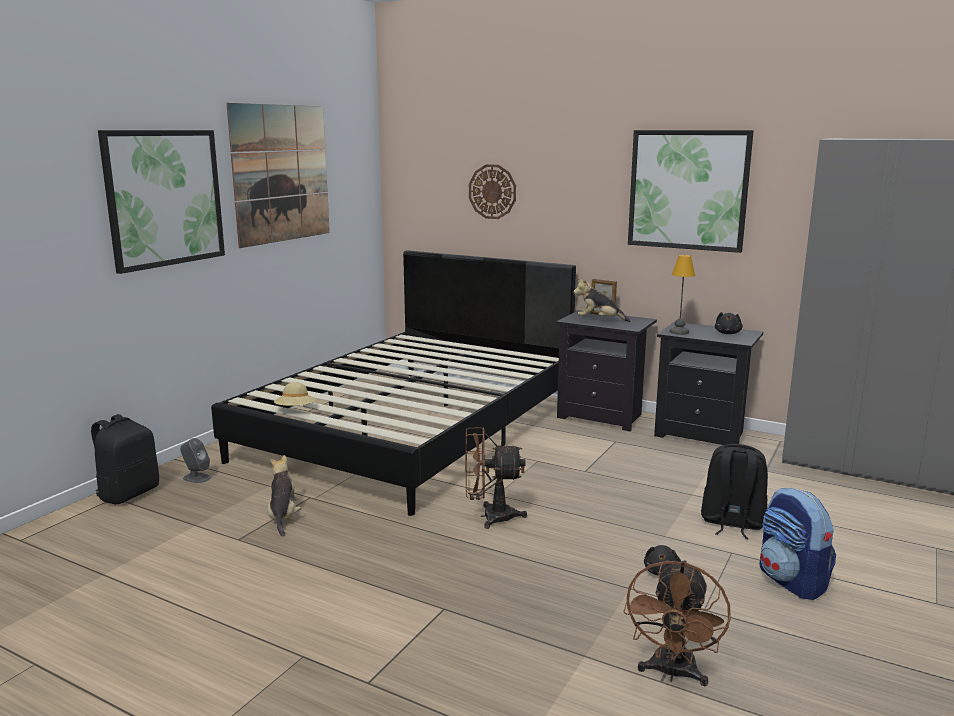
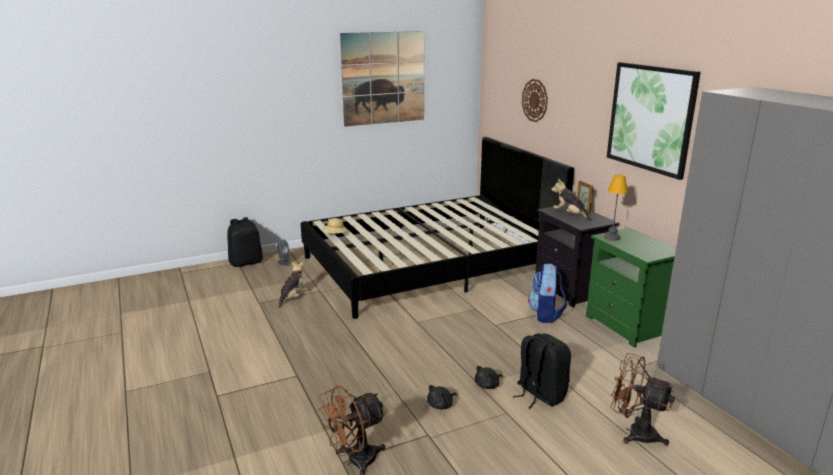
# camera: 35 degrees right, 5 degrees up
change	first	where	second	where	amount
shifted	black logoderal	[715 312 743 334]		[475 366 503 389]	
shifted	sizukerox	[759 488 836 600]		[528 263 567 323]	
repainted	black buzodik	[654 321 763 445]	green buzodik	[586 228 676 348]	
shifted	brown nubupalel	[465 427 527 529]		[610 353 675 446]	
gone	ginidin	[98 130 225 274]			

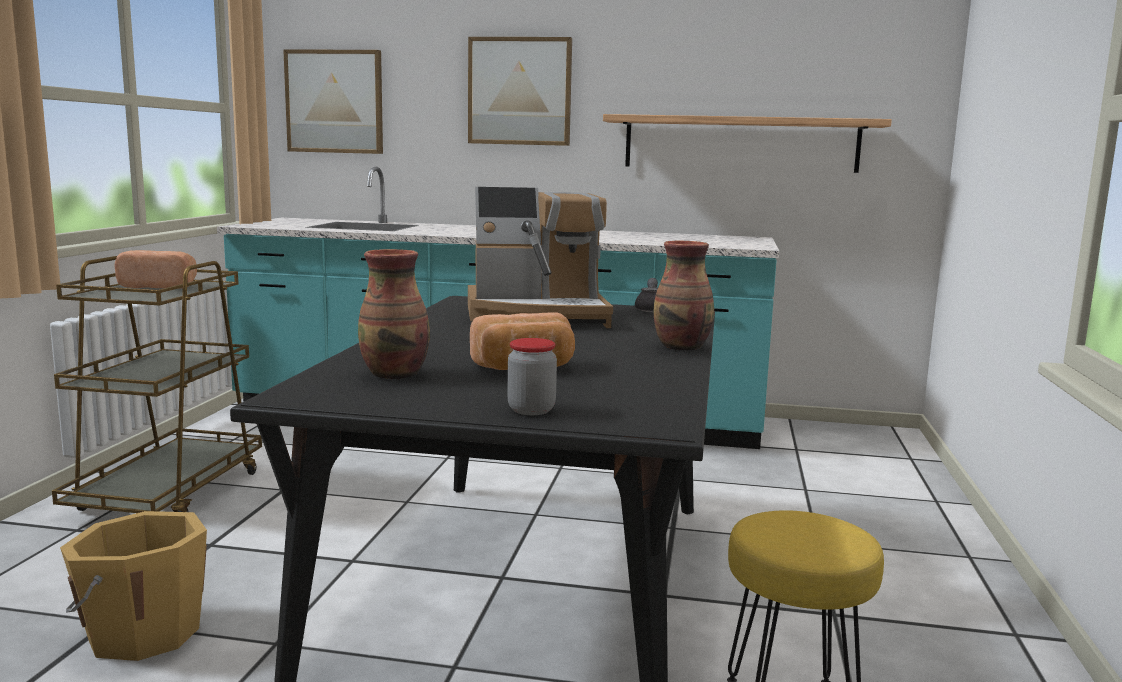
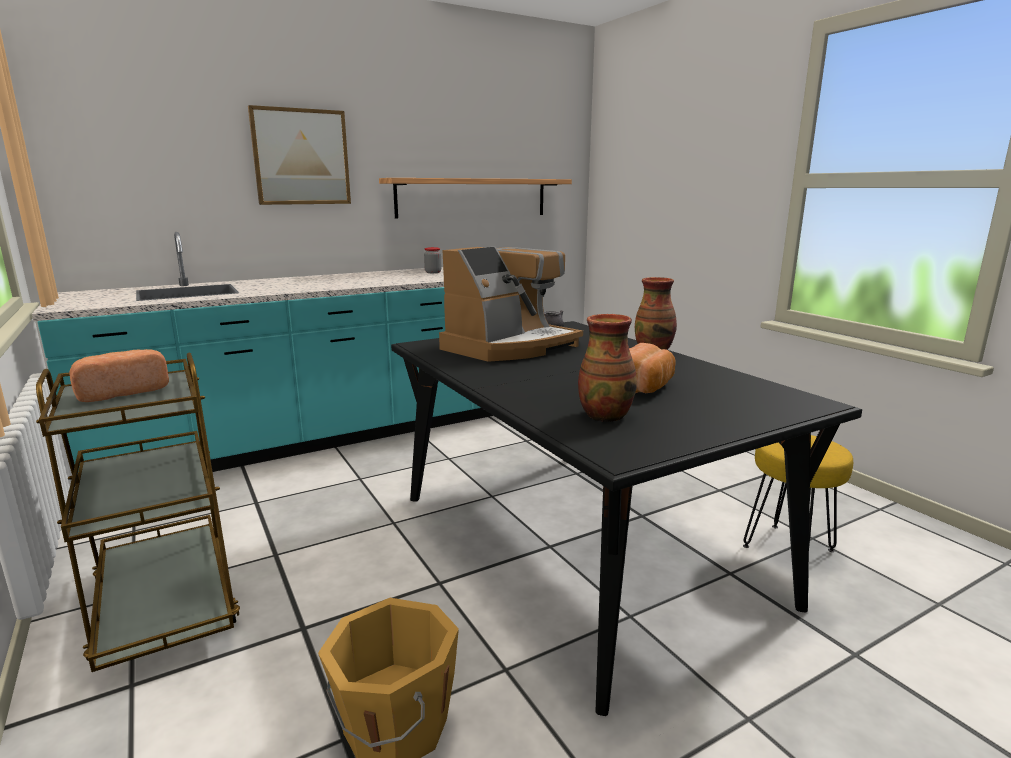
# camera: 40 degrees left, 5 degrees up
change	first	where	second	where	amount
shifted	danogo	[507 338 557 415]		[424 247 441 273]	
gone	ginidin	[283 49 383 154]			

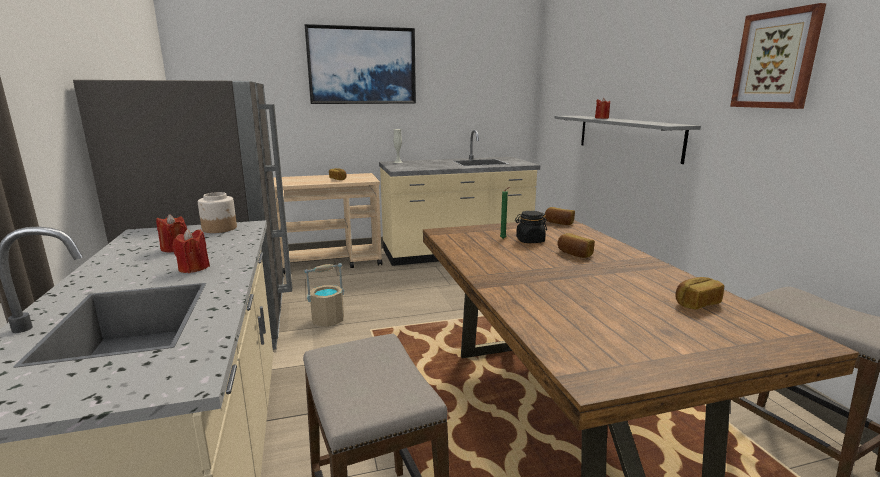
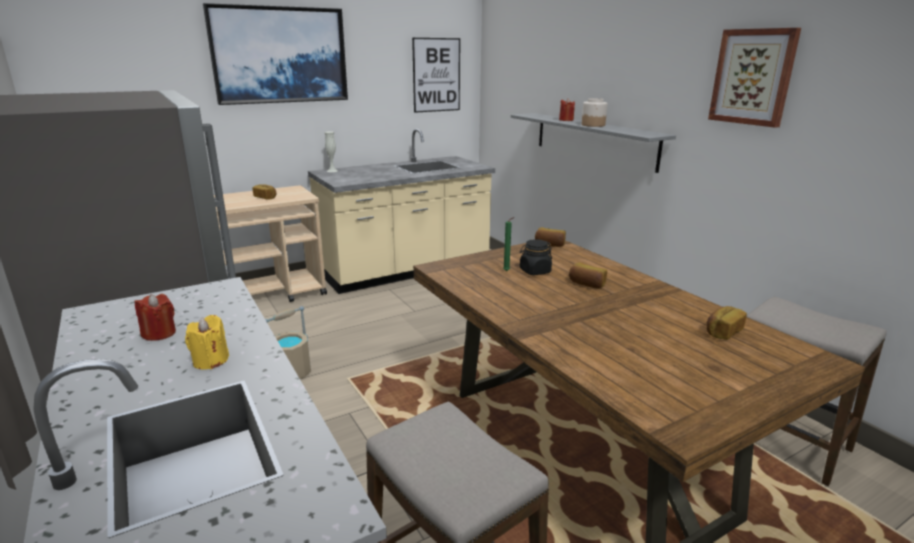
# camera: 15 degrees left, 5 degrees up
change	first	where	second	where	amount
repainted	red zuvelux	[173 229 210 273]	yellow zuvelux	[185 315 229 369]	
new			ginidin	[412 38 460 113]	
shifted	danogo	[198 192 237 233]		[582 98 607 127]	

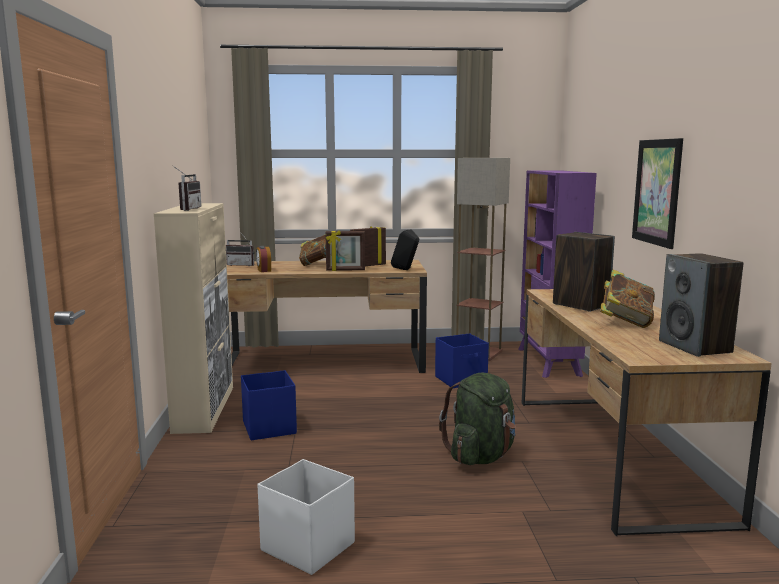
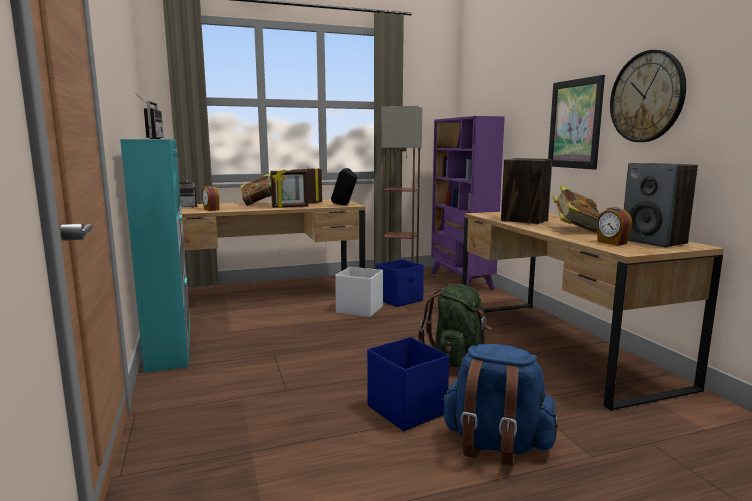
# camera: 15 degrees left, 0 degrees up
change	first	where	second	where	amount
repainted	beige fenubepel	[154 203 233 434]	turquoise fenubepel	[120 139 190 373]	
shifted	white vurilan	[257 459 355 575]		[335 267 383 317]	
shifted	blue vurilan	[241 370 297 440]		[367 337 449 431]	
new			blue sizukerox	[442 344 558 466]	
new			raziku	[596 207 632 246]	
new			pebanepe	[610 50 686 142]	

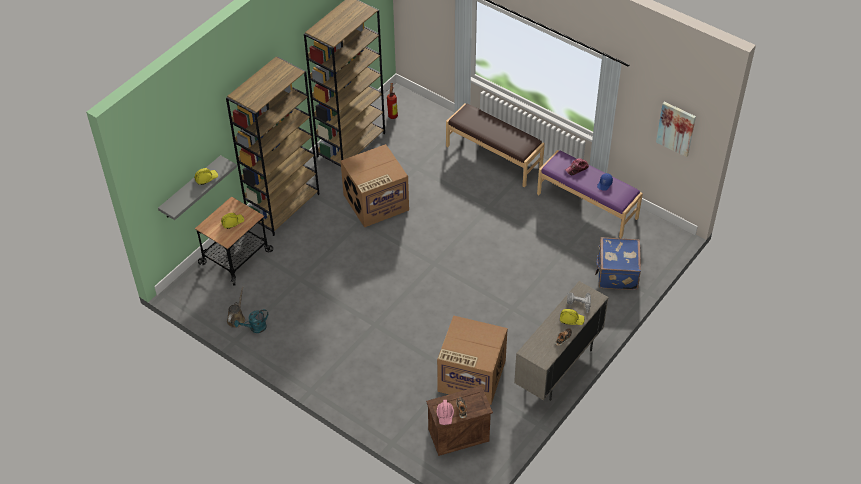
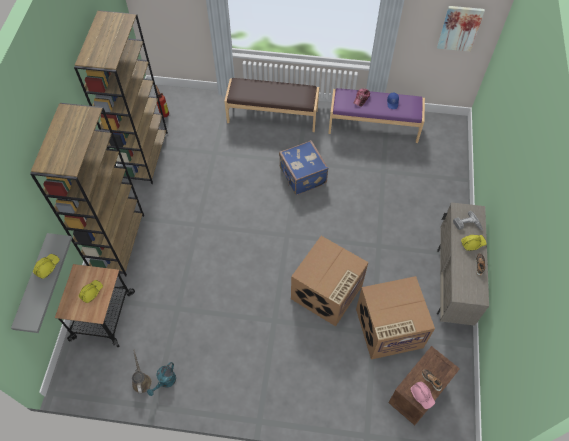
# camera: 30 degrees left, 10 degrees up
change	first	where	second	where	amount
shifted	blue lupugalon	[595 237 641 290]		[279 140 328 195]	
shifted	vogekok	[341 144 409 228]		[291 236 368 326]	

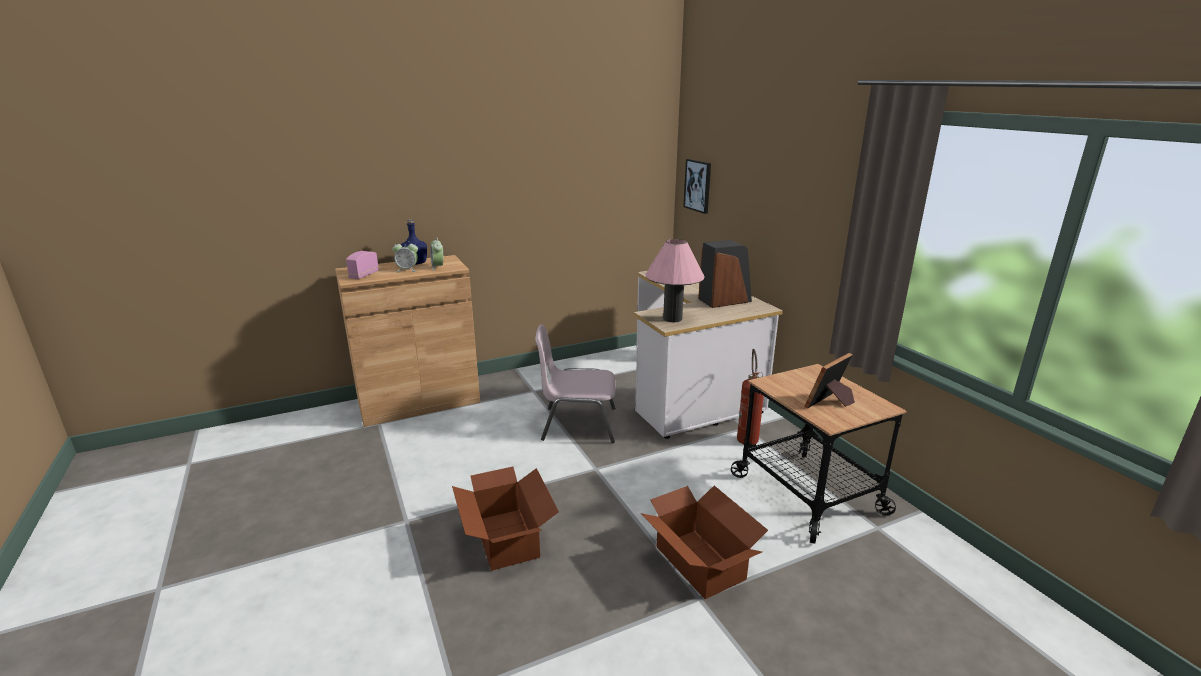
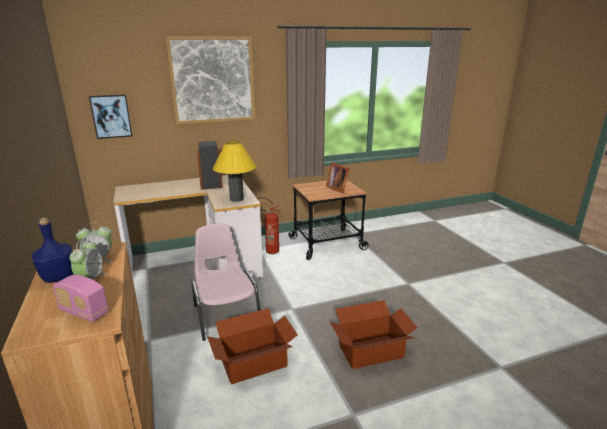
# camera: 85 degrees left, 0 degrees up
change	first	where	second	where	amount
new			ginidin	[165 36 255 125]	
rotated	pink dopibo	[535 324 615 443]		[192 223 261 341]	150 degrees clockwise
shifted	vogekok	[641 485 768 599]		[207 308 298 384]	
repainted	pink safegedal	[645 239 705 322]	yellow safegedal	[213 141 256 202]	

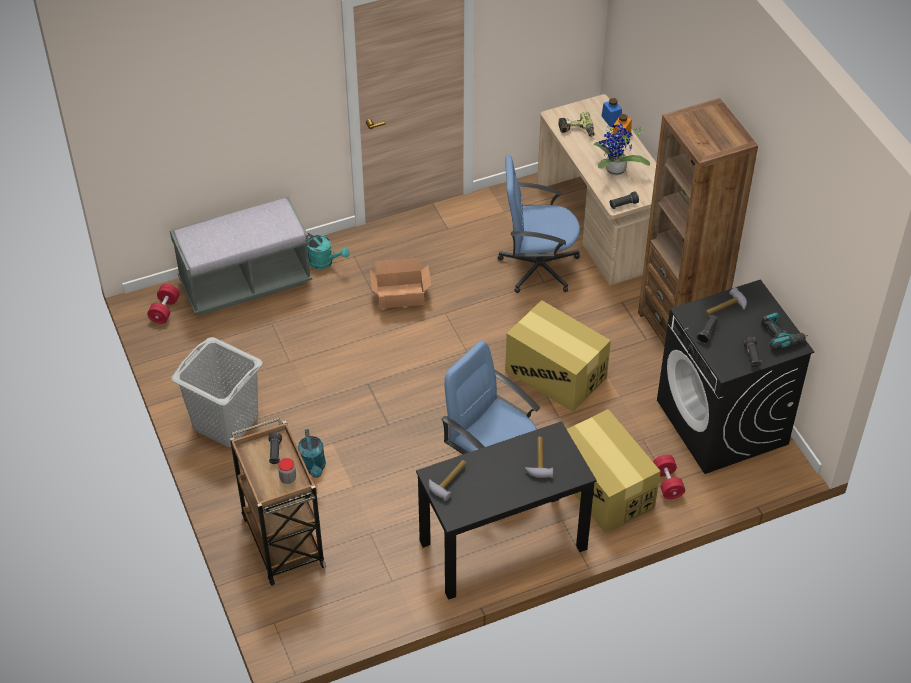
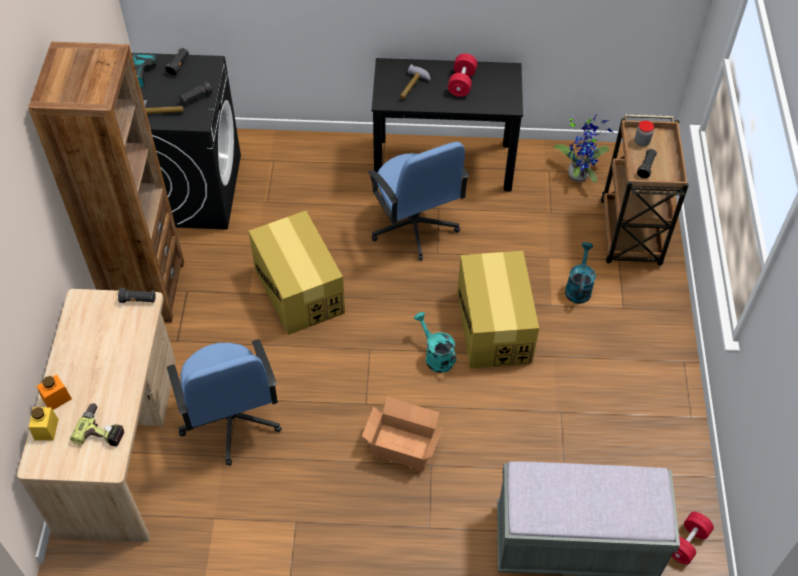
# camera: 155 degrees left, 5 degrees up
change	first	where	second	where	amount
repainted	blue danogo	[602 98 622 126]	yellow danogo	[29 407 58 441]	
rotated	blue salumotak	[498 155 580 293]		[167 339 282 466]	45 degrees clockwise
shifted	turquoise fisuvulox	[307 233 350 269]		[414 312 456 373]	
shifted	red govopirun	[653 455 685 499]		[448 53 477 97]	
shifted	vogekok	[567 409 661 533]		[458 251 539 369]	
shifted	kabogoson	[594 124 650 175]		[553 116 613 183]	
gone	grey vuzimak	[171 337 263 447]			
gone	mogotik	[429 460 466 501]			

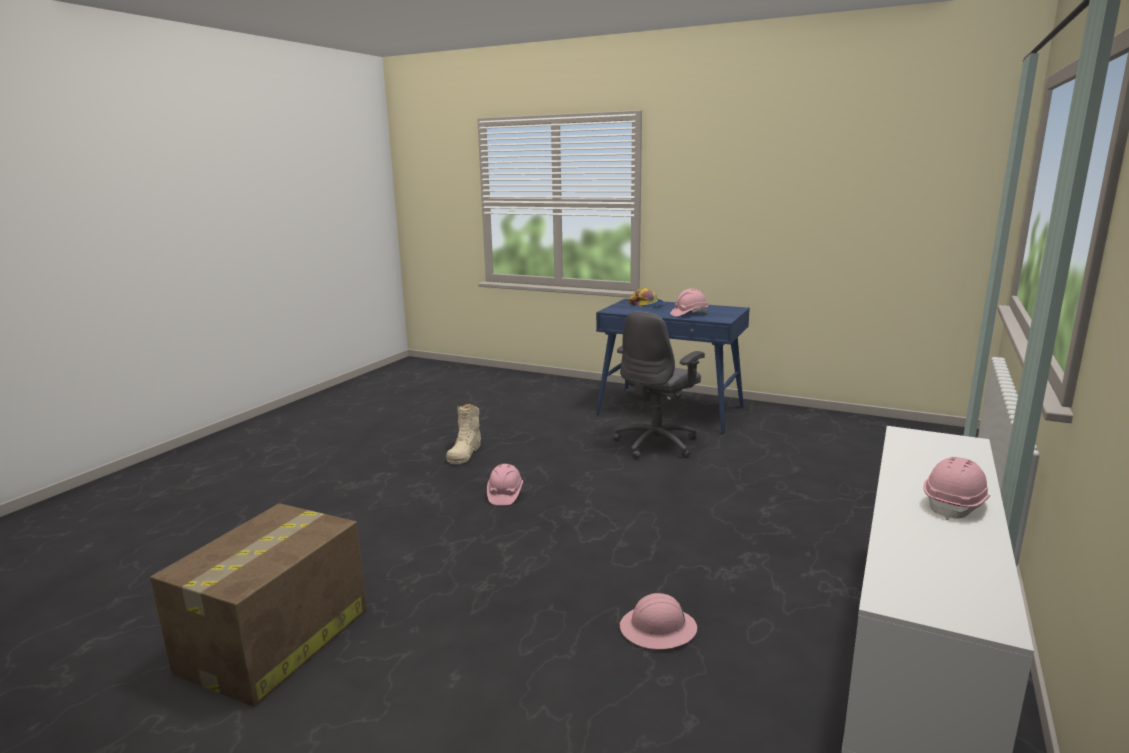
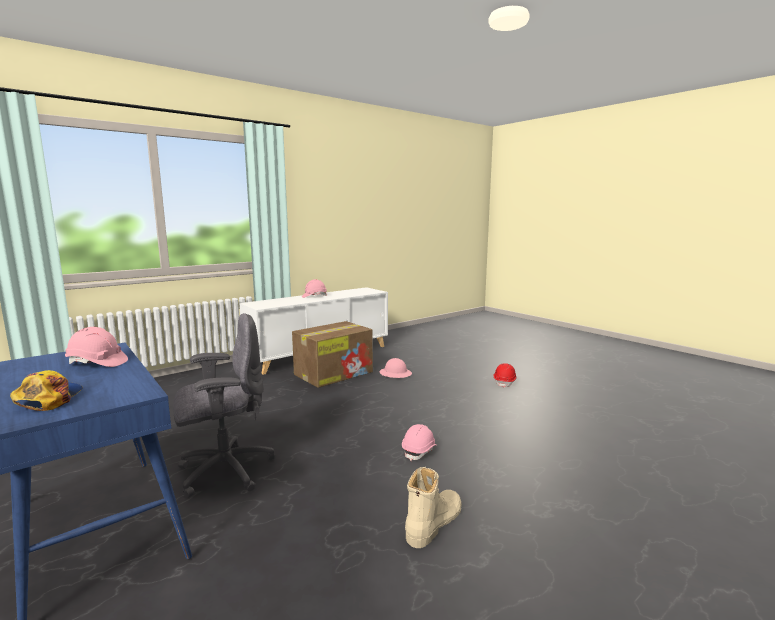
# camera: 155 degrees left, 5 degrees down
change	first	where	second	where	amount
shifted	vogekok	[150 503 367 707]		[292 321 373 388]	
new			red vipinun	[493 363 517 388]	

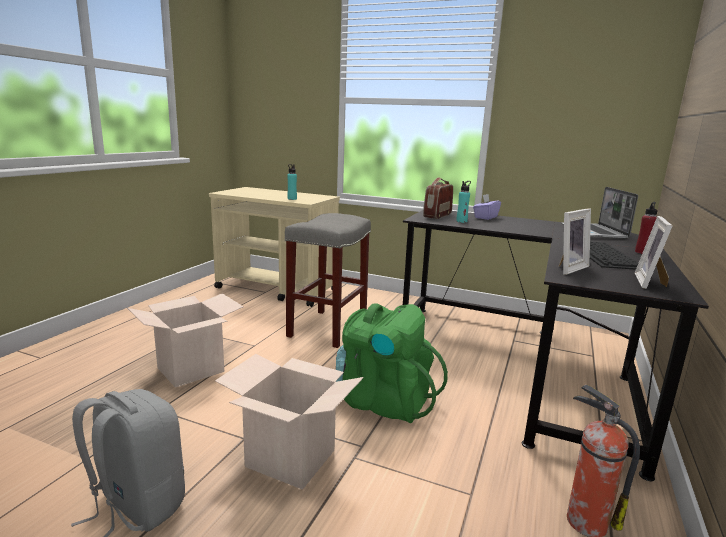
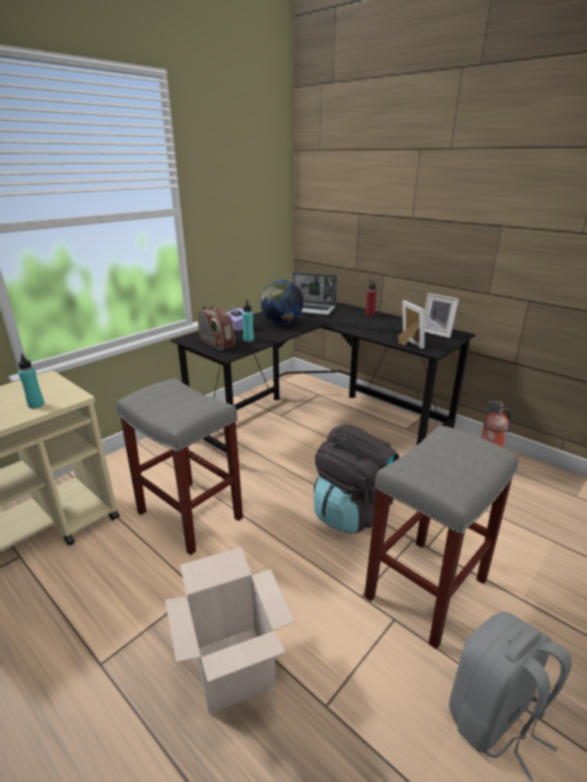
# camera: 70 degrees left, 10 degrees up
change	first	where	second	where	amount
new			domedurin	[260 280 304 324]	
repainted	green sizukerox	[336 303 448 423]	black sizukerox	[314 424 399 534]	
swapped	vogekok	[215 354 364 490]	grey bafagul	[364 425 519 650]	

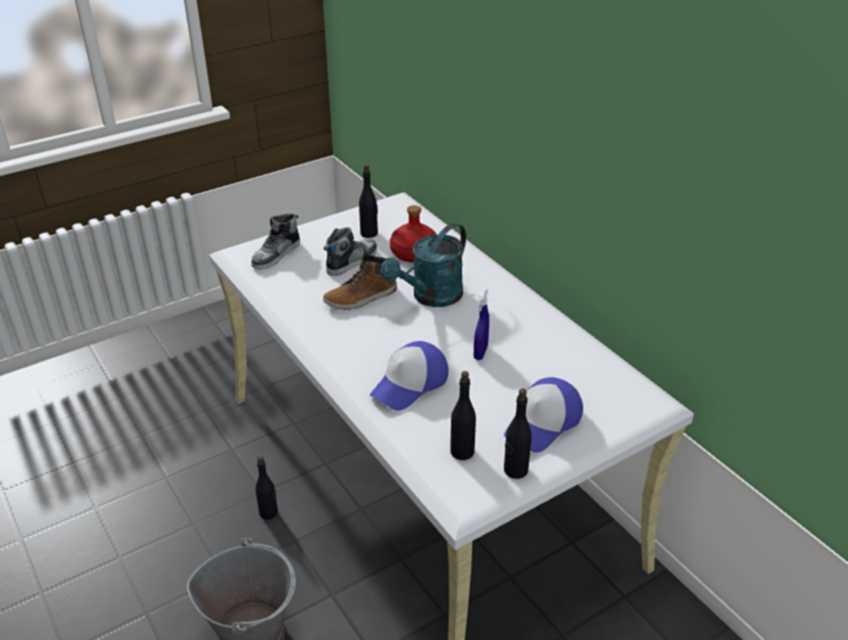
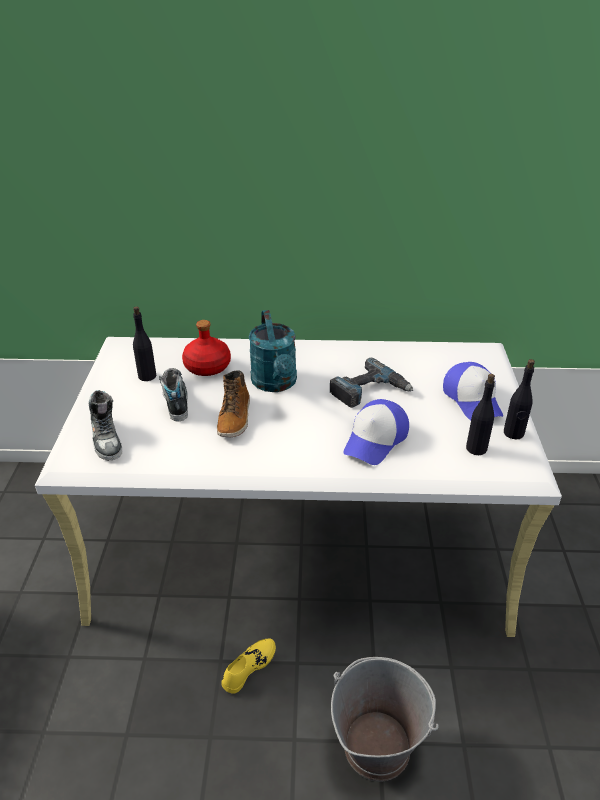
# camera: 55 degrees left, 0 degrees up
change	first	where	second	where	amount
swapped	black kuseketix	[256 456 278 520]	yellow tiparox	[221 638 276 694]	
swapped	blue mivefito	[474 289 489 360]	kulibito	[330 358 413 408]	
rotated	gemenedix	[370 341 449 410]		[343 399 409 465]	45 degrees clockwise

